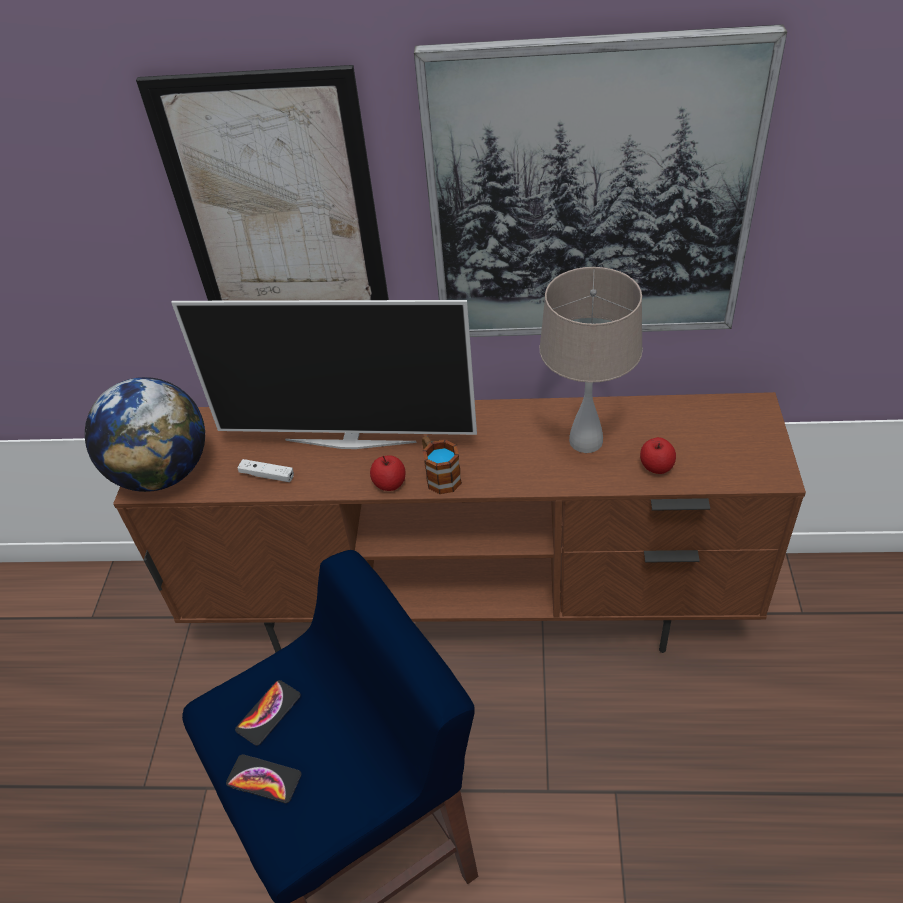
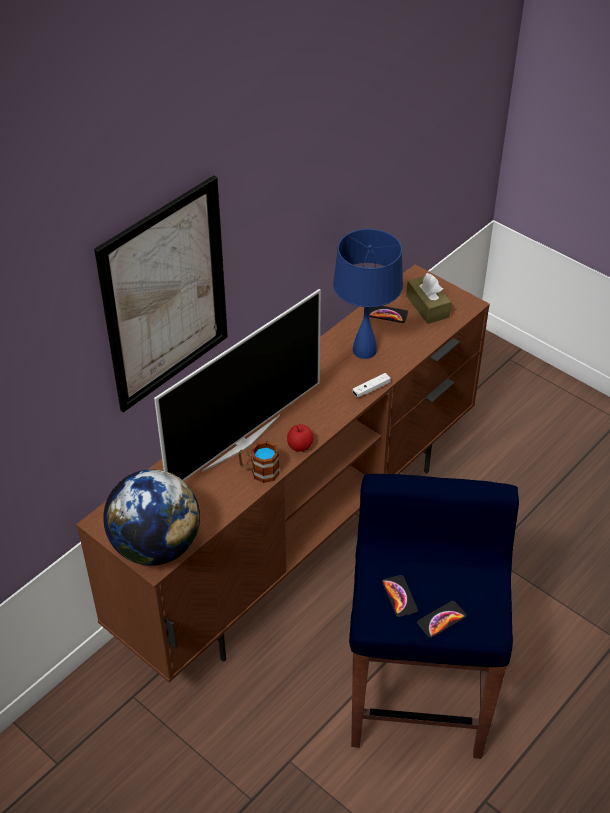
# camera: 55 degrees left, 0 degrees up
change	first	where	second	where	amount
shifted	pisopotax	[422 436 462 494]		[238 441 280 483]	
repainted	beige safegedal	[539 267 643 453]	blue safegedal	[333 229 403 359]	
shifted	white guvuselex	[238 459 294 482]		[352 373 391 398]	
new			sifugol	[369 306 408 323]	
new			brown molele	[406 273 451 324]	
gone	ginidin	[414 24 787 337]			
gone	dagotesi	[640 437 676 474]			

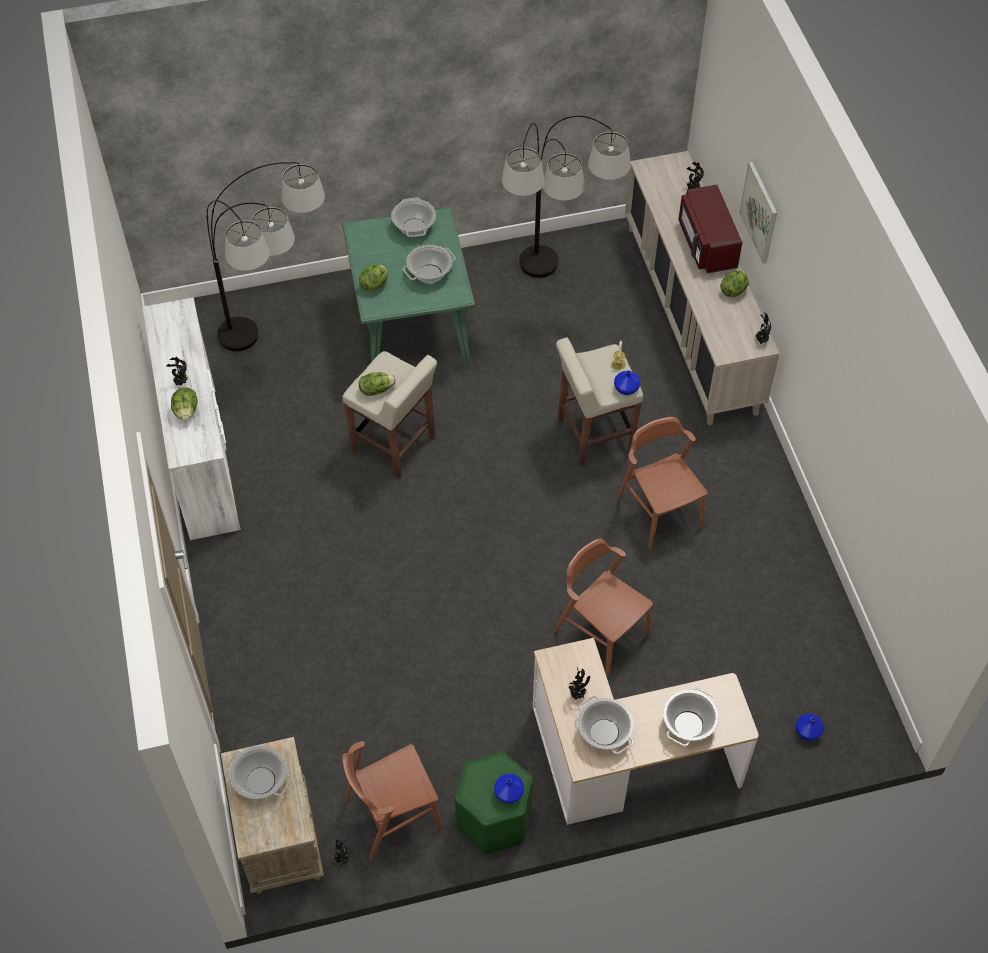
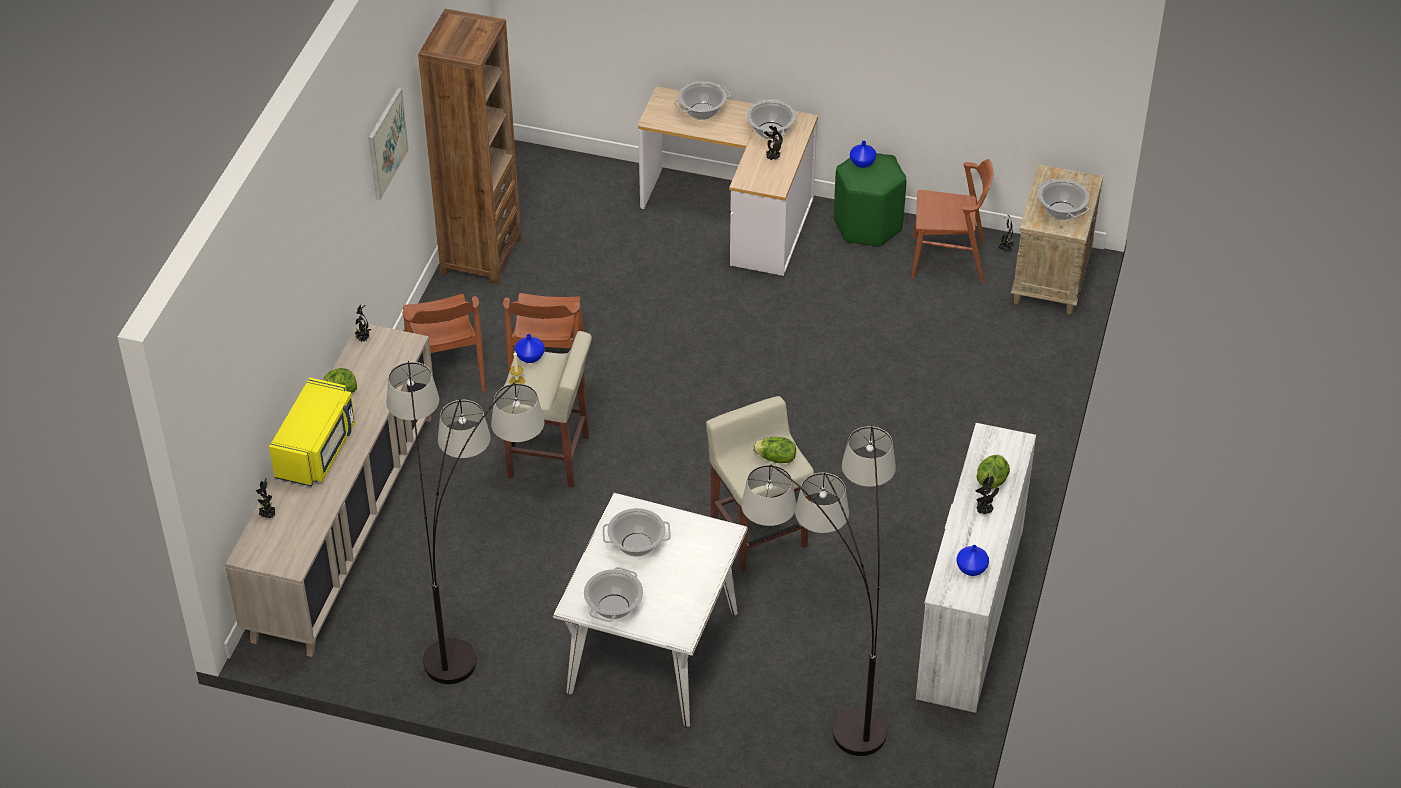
# camera: 150 degrees left, 10 degrees down
change	first	where	second	where	amount
repainted	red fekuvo	[679 185 743 274]	yellow fekuvo	[269 377 355 486]	
shifted	ginidin	[739 162 777 264]		[368 88 409 200]	
shifted	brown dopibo	[554 539 653 676]		[402 294 485 392]	
new			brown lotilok	[418 9 521 285]	
repainted	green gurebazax	[342 208 475 367]	white gurebazax	[553 493 748 727]	
shifted	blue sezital	[796 714 824 741]		[957 545 989 576]	
gone	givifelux	[359 265 388 292]			

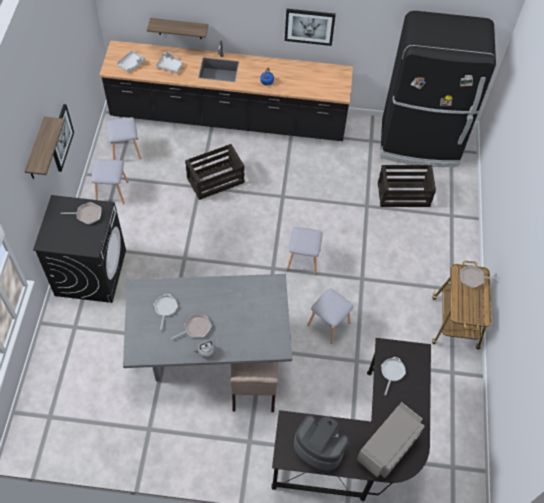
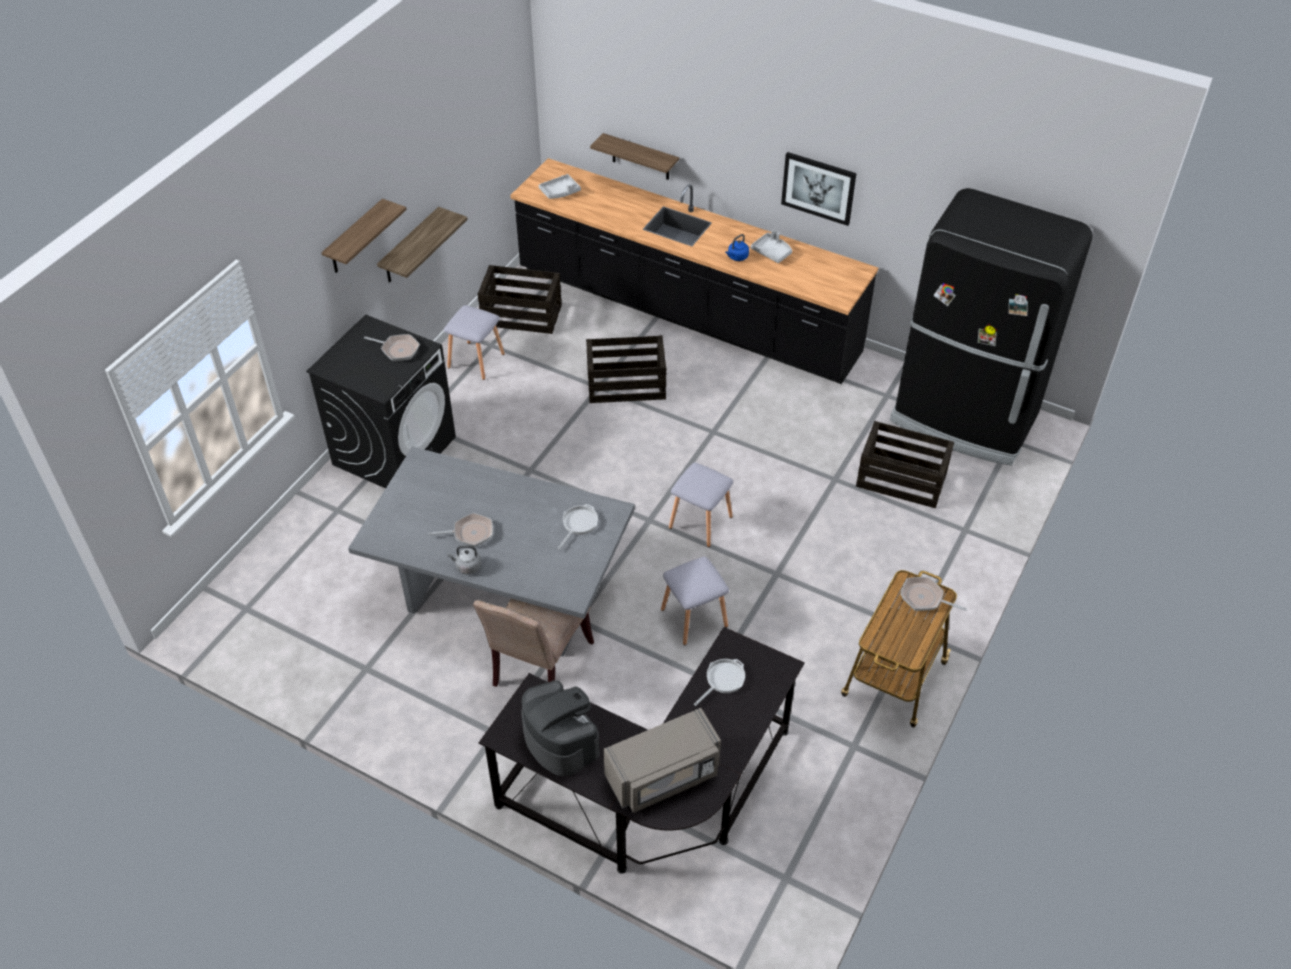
# camera: 25 degrees right, 10 degrees down
change	first	where	second	where	amount
swapped	ginidin	[53 104 74 172]	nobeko	[377 207 468 283]	
swapped	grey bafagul	[107 117 141 160]	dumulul	[478 265 562 334]	
shifted	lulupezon	[153 294 178 331]		[558 504 598 550]	
shifted	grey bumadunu	[156 51 183 73]		[751 230 792 263]	

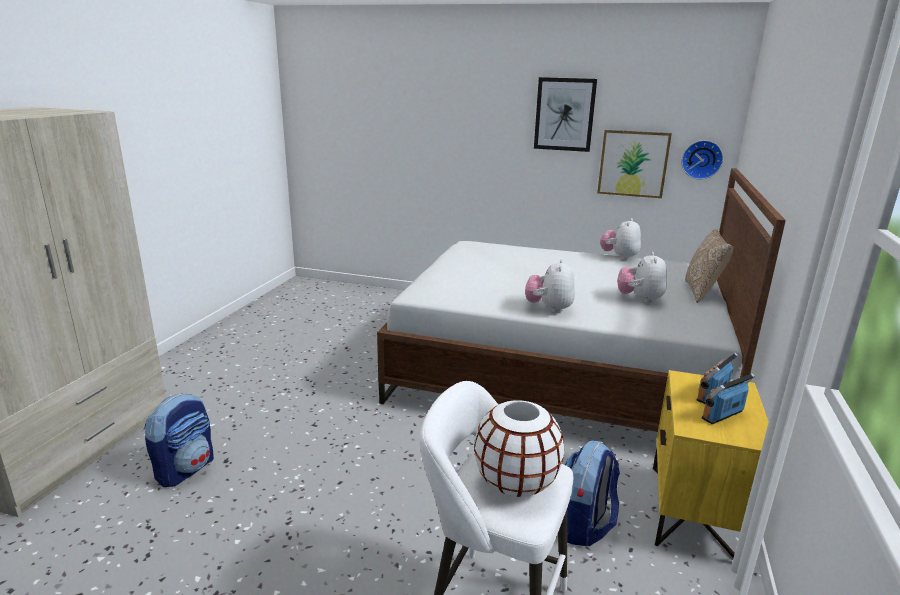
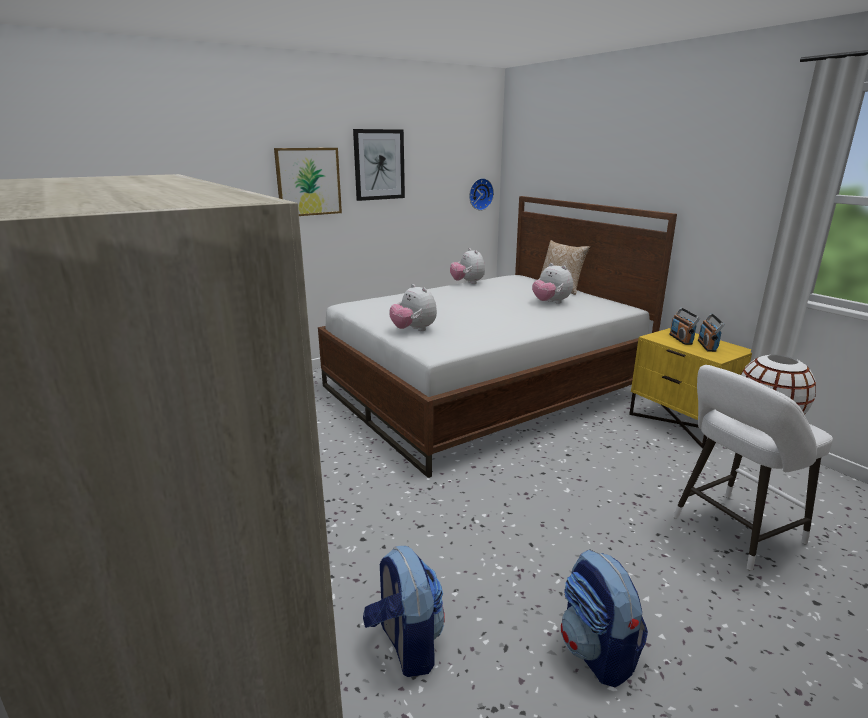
# camera: 50 degrees left, 0 degrees up
change	first	where	second	where	amount
shifted	ginidin	[597 130 672 198]		[274 148 342 216]	
shifted	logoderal	[525 259 575 313]		[389 284 437 331]	
shifted	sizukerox	[565 440 620 546]		[561 549 648 687]	

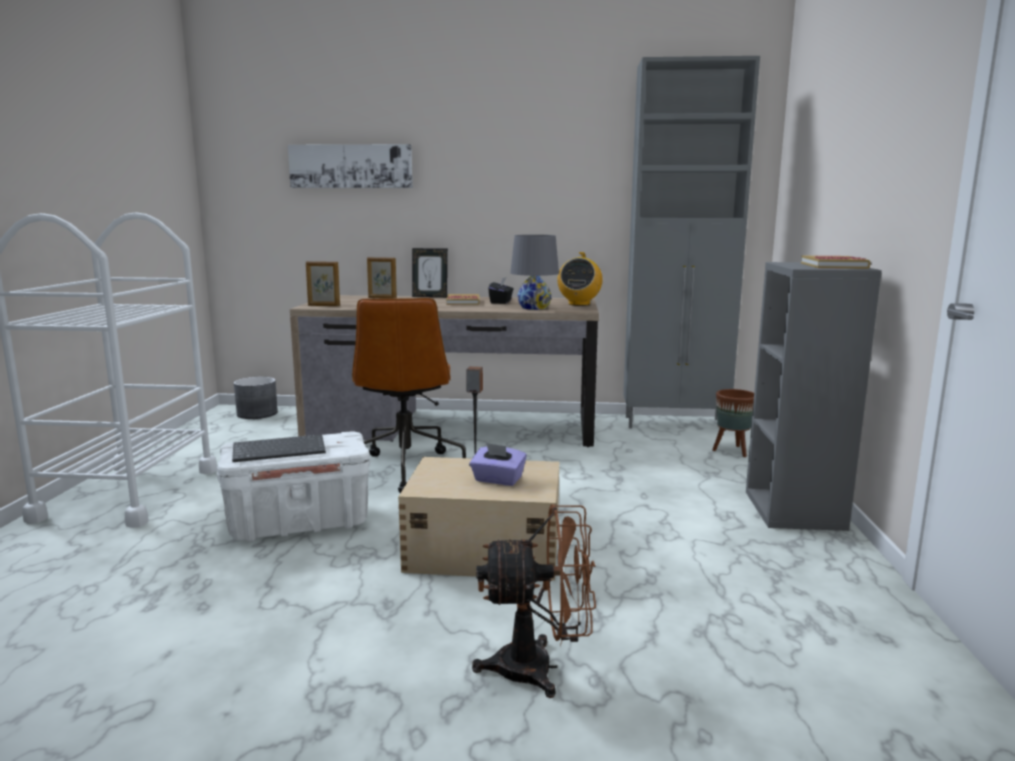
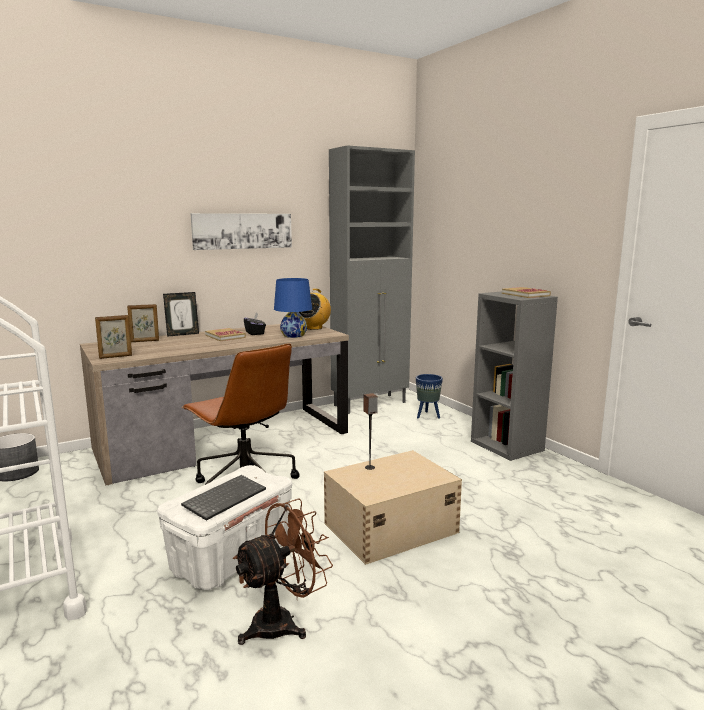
# camera: 35 degrees left, 0 degrees up
change	first	where	second	where	amount
shifted	ginidin	[288 144 413 188]		[191 213 292 250]	
shifted	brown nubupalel	[472 504 596 698]		[233 498 333 645]	
repainted	grey safegedal	[510 235 559 310]	blue safegedal	[274 278 312 338]	
rotated	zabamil	[557 252 603 306]		[298 289 331 330]	45 degrees clockwise
repainted	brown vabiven	[712 389 754 457]	blue vabiven	[416 374 443 418]	
gone	purple molele	[470 443 527 486]			

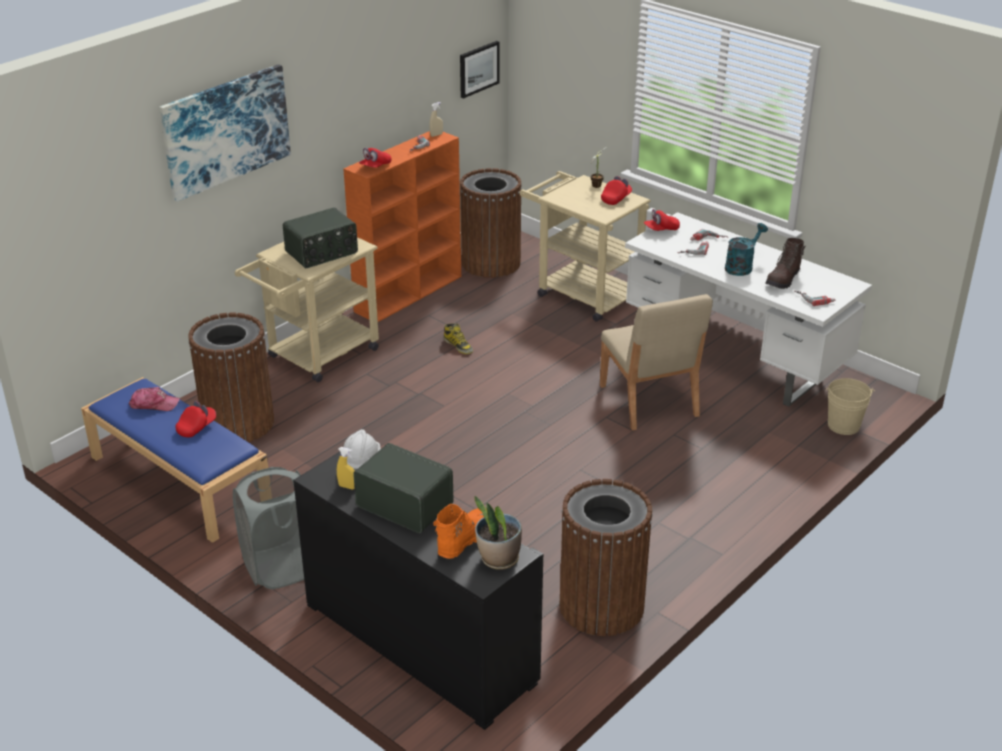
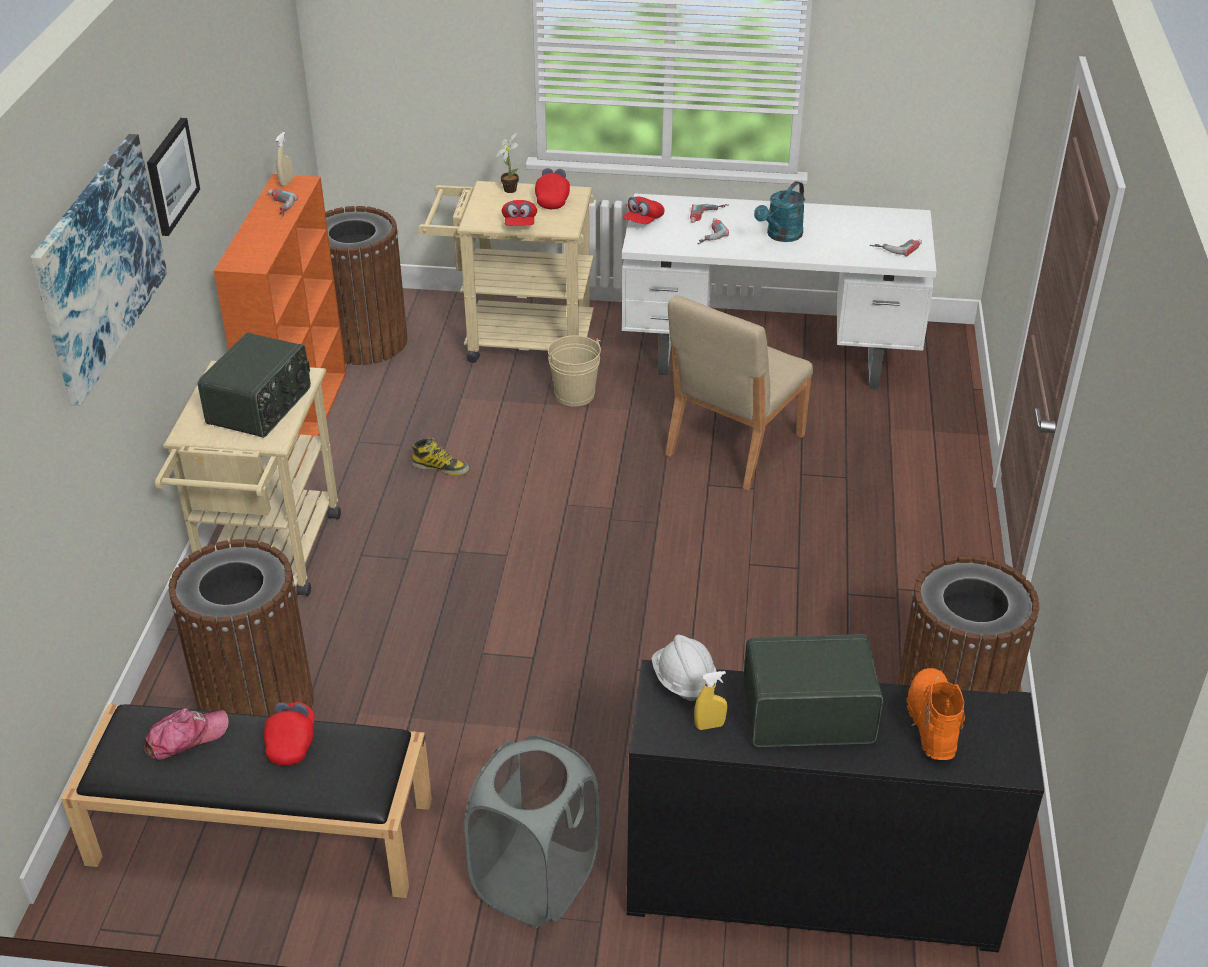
# camera: 35 degrees left, 5 degrees up
change	first	where	second	where	amount
repainted	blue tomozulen	[81 377 268 543]	black tomozulen	[61 704 432 898]	
shifted	ginidin	[460 41 499 99]		[147 118 200 236]	
shifted	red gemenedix	[359 148 391 167]		[502 200 537 226]	
shifted	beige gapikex	[826 378 875 435]		[548 335 602 407]	
rotated	beige dopibo	[600 294 713 431]		[665 295 813 490]	90 degrees clockwise
rotated	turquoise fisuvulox	[725 223 768 276]		[754 181 805 242]	150 degrees counterclockwise
gone	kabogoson	[474 496 522 570]			
gone	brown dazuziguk	[765 238 806 289]			

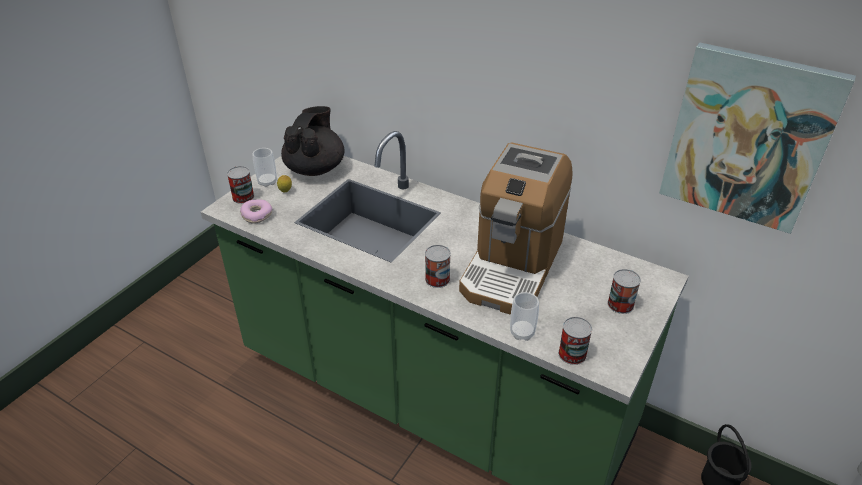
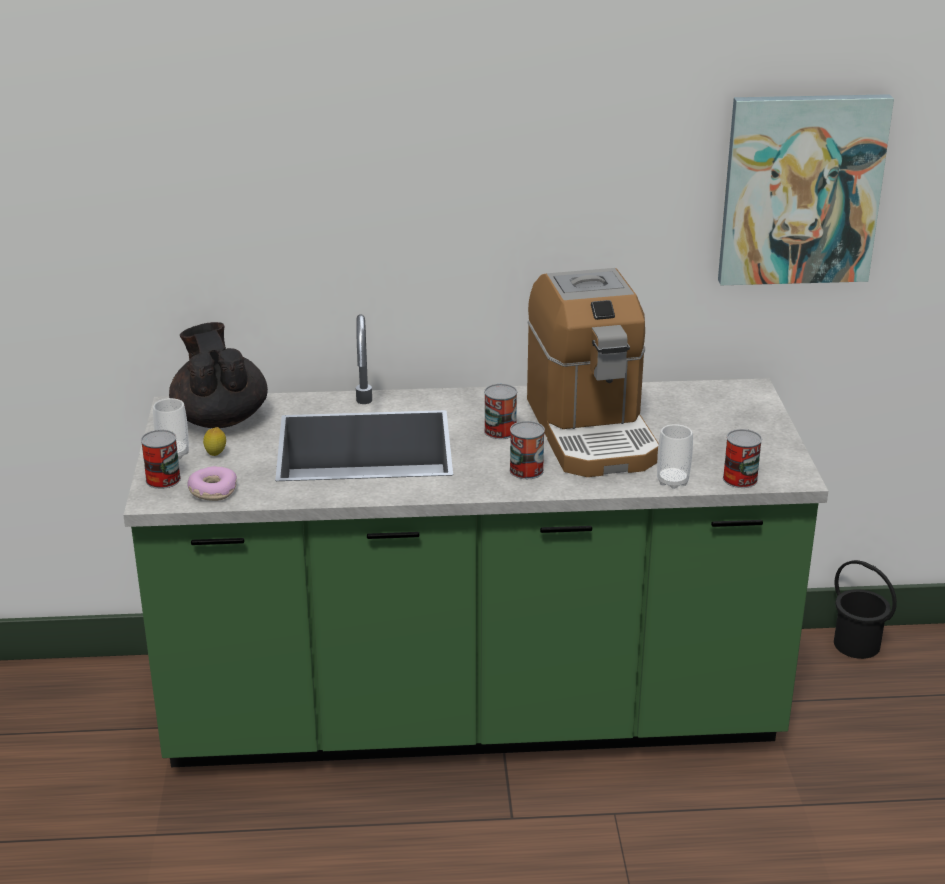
# camera: 35 degrees left, 10 degrees down
change	first	where	second	where	amount
shifted	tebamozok	[608 269 641 314]		[484 384 517 439]	

